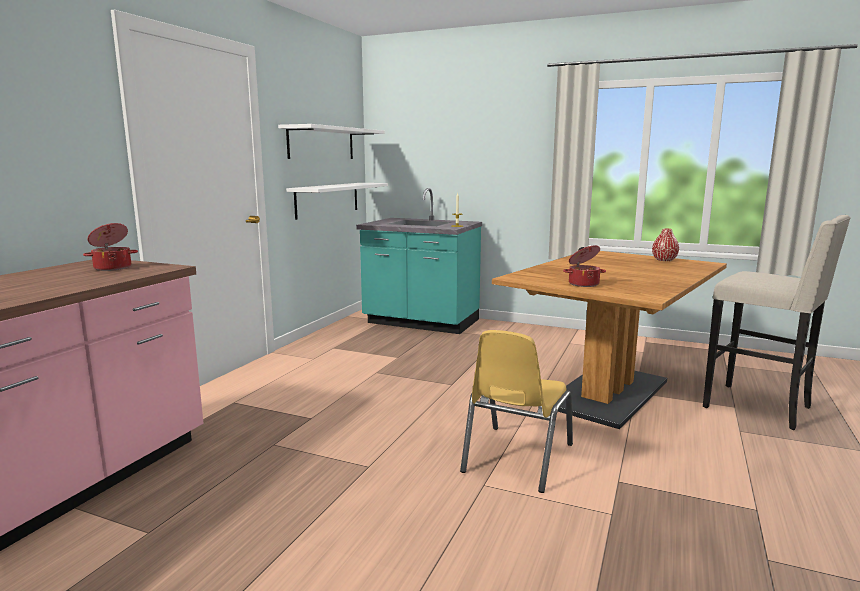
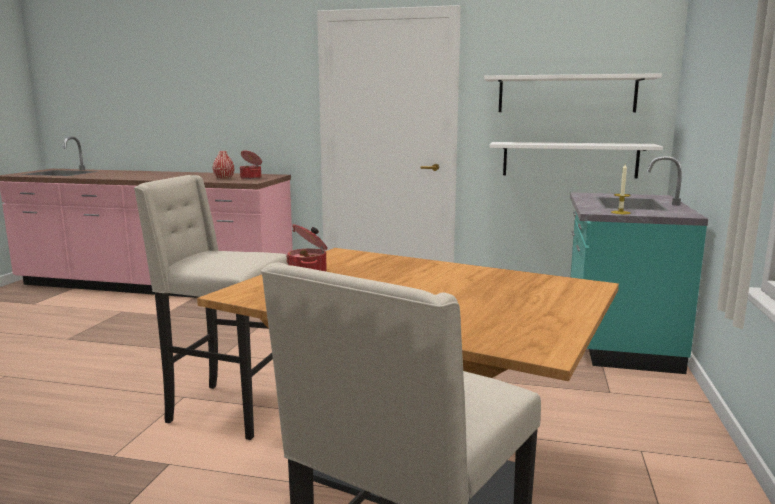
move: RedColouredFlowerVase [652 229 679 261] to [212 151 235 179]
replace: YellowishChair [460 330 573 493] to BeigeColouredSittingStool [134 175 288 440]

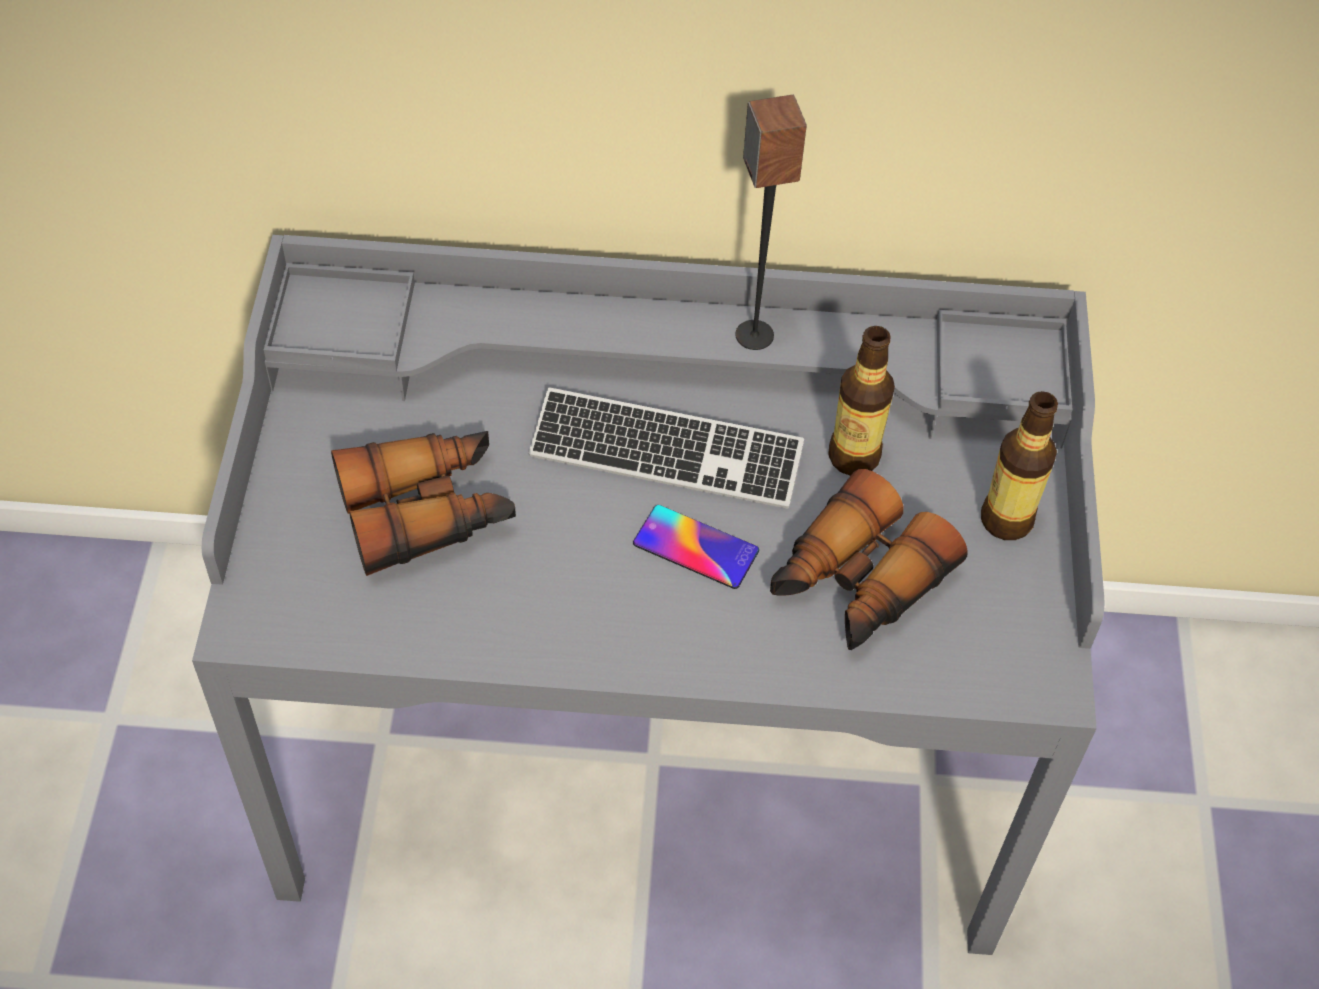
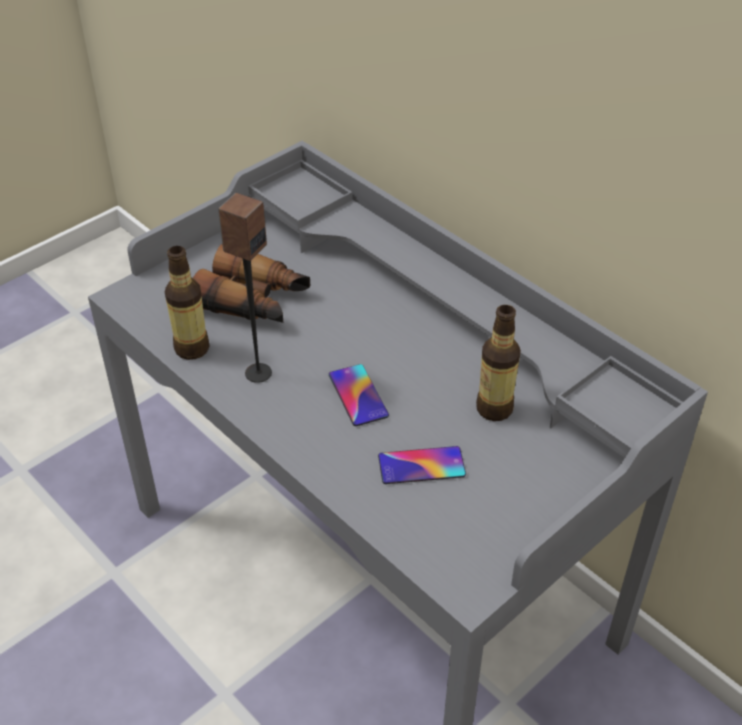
delete: Keyboard [529 388 804 508]
move: Speaker [735 95 807 350] to [218 193 272 383]; Bottle [981 391 1058 540] to [165 246 209 360]
replace: Binoculars [770 469 968 650] to Phone [378 446 466 484]

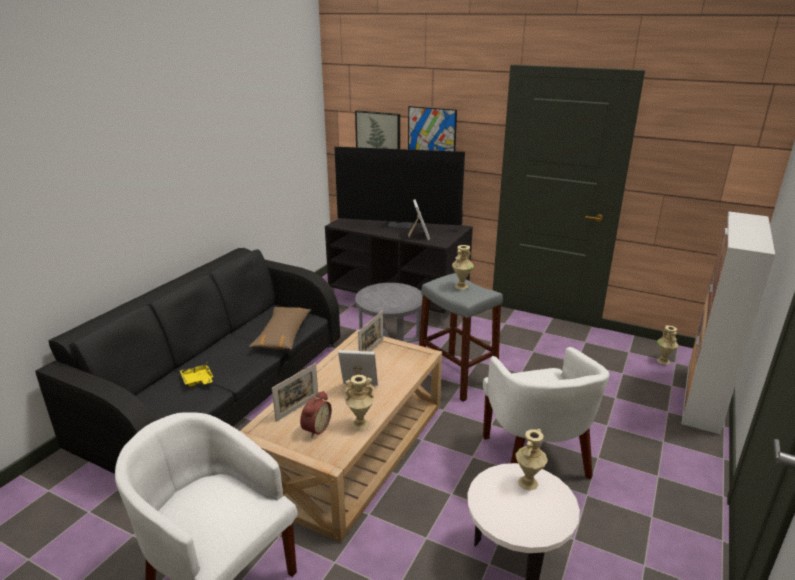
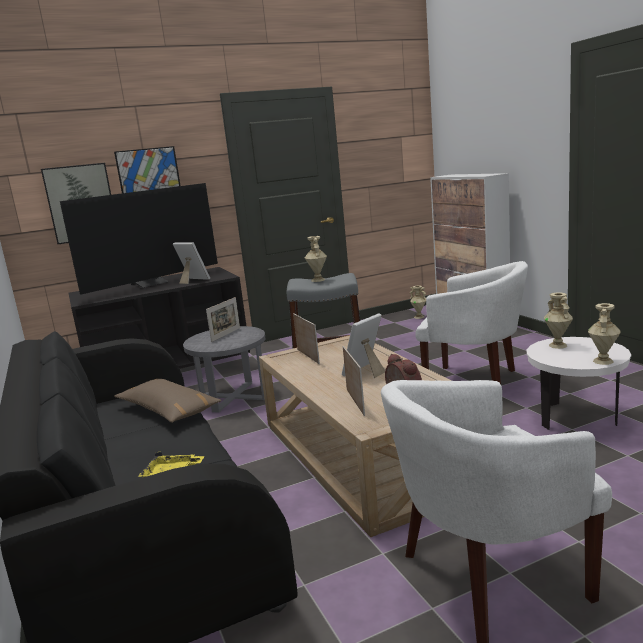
insert: PictureFrame [206 297 240 342]
move: BeigeColouredFlowerVase [344 375 374 430] to [588 303 621 365]

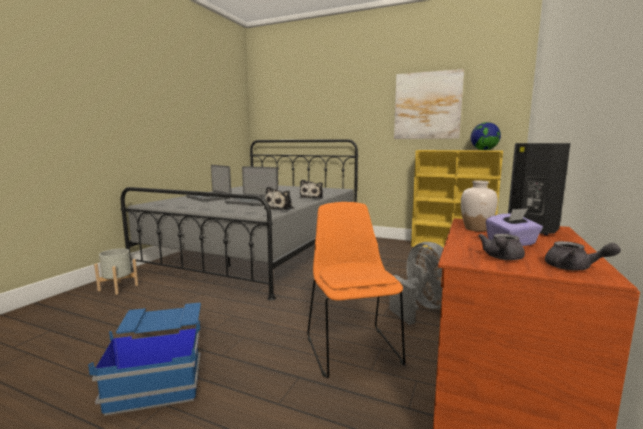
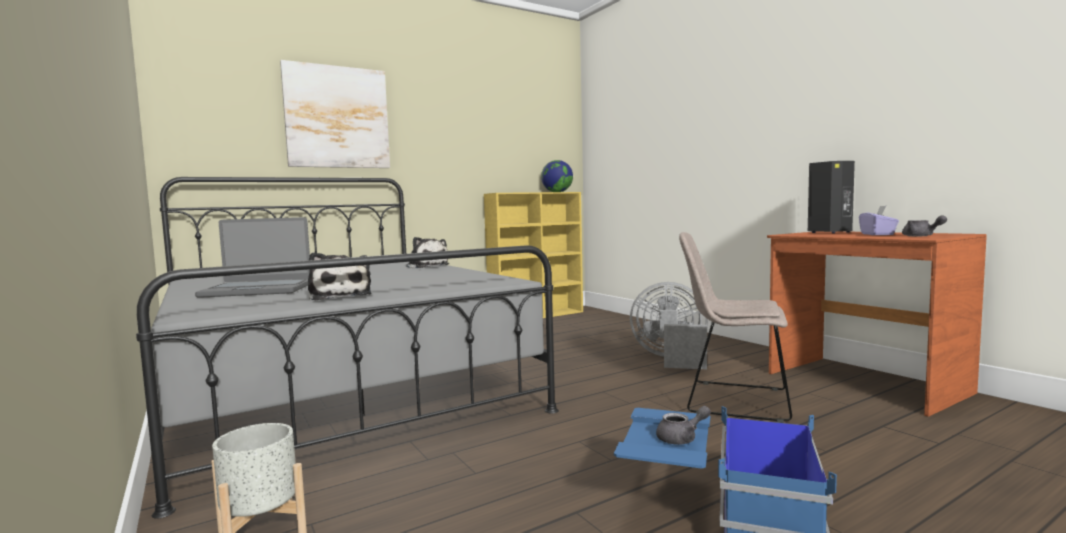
delete: NotebookComputer [225 166 278 206]; WhitishFlowerVase [461 181 498 231]
move: PlushToy [264 187 295 210] to [308 252 372 300]; Picture [394 69 464 139] to [280 60 390 168]; GrayTeaPot [545 241 621 270] to [656 406 711 445]
recolor: OrangeyChair [307 202 405 378] to BeigeColouredChair [679 232 792 423]

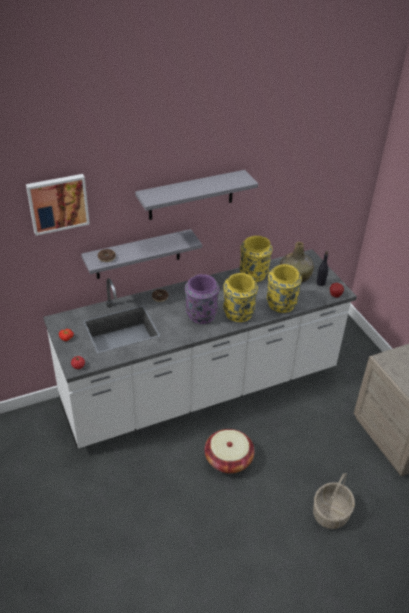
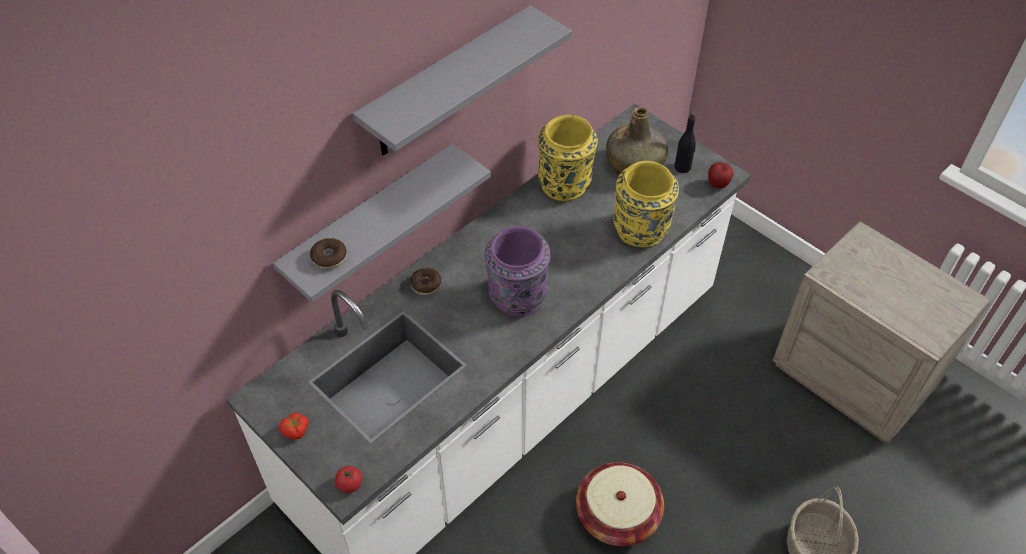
delete: Picture [26 174 90 236]; YellowishFlowerVase [223 273 258 322]

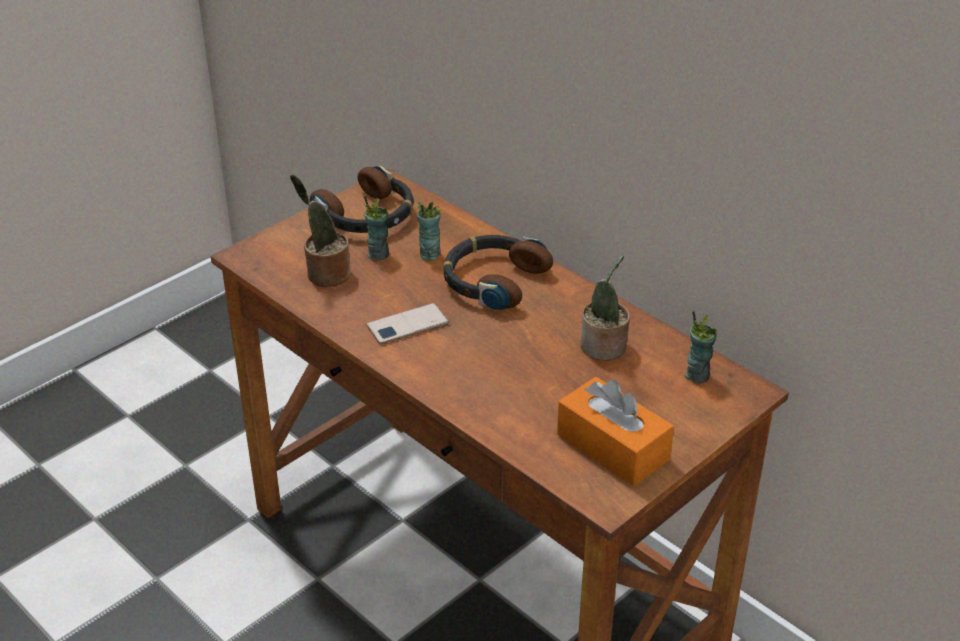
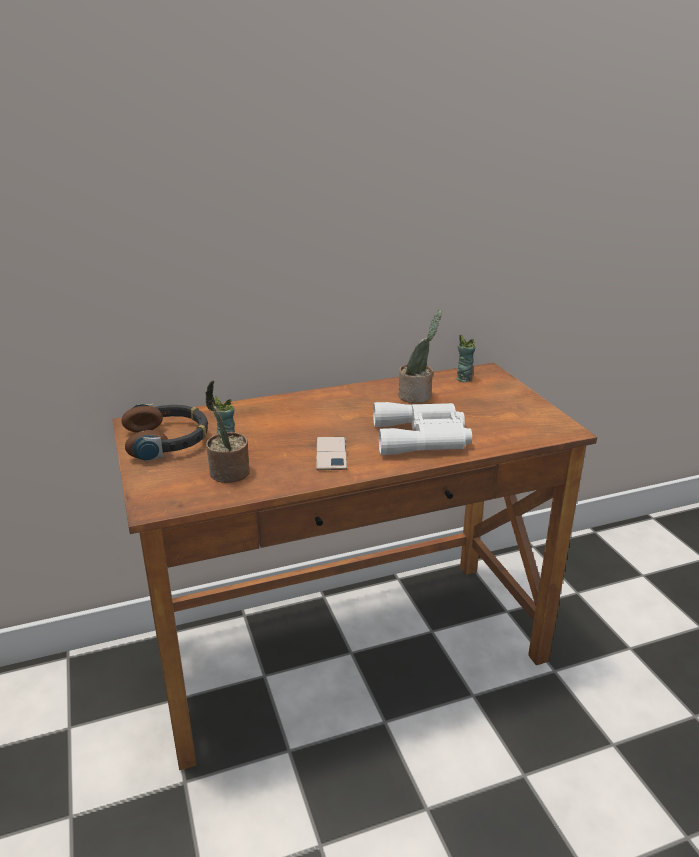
delete: SmallCup [417 202 442 261]; PairOfHeadphones [443 235 553 311]; OrangeyTissueBox [557 377 674 486]
insert: WhitishBinoculars [373 402 472 455]

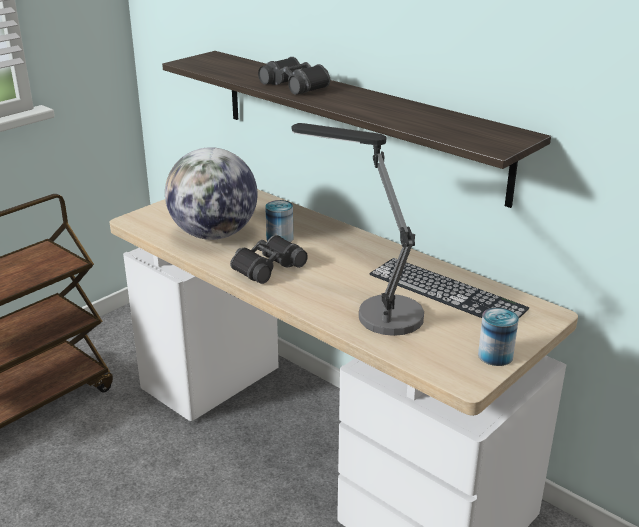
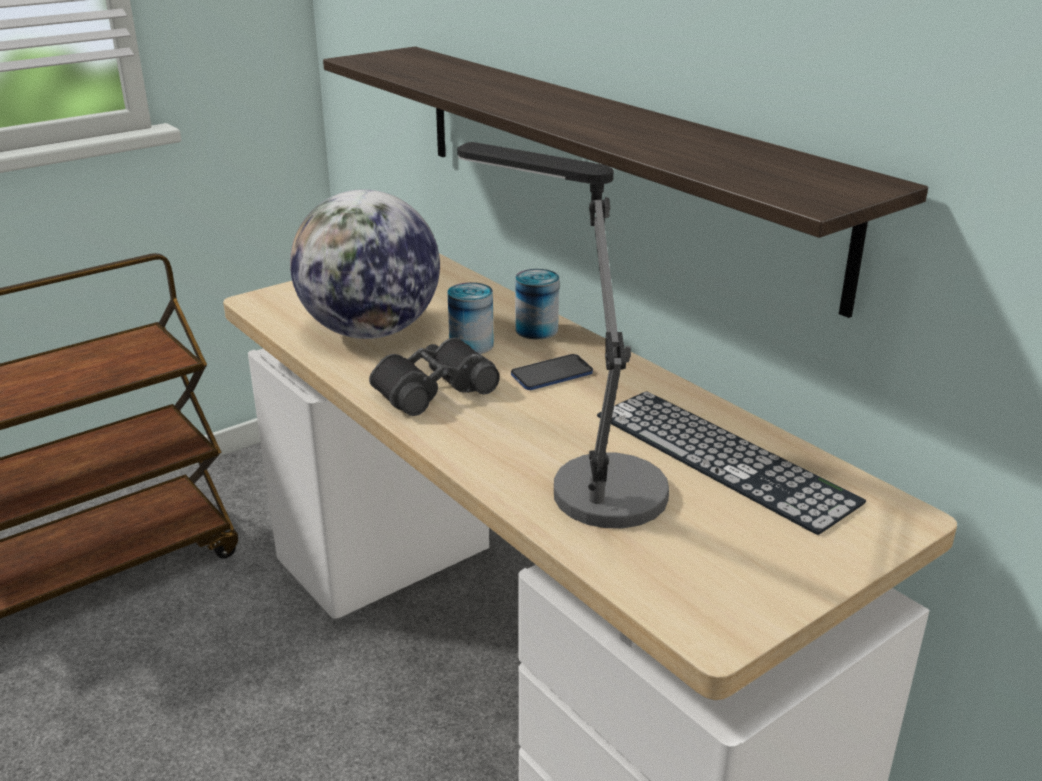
delete: BlackBinoculars [258 57 331 95]
insert: Phone [511 354 593 390]
move: SealedCan [478 307 519 366] to [515 269 559 339]

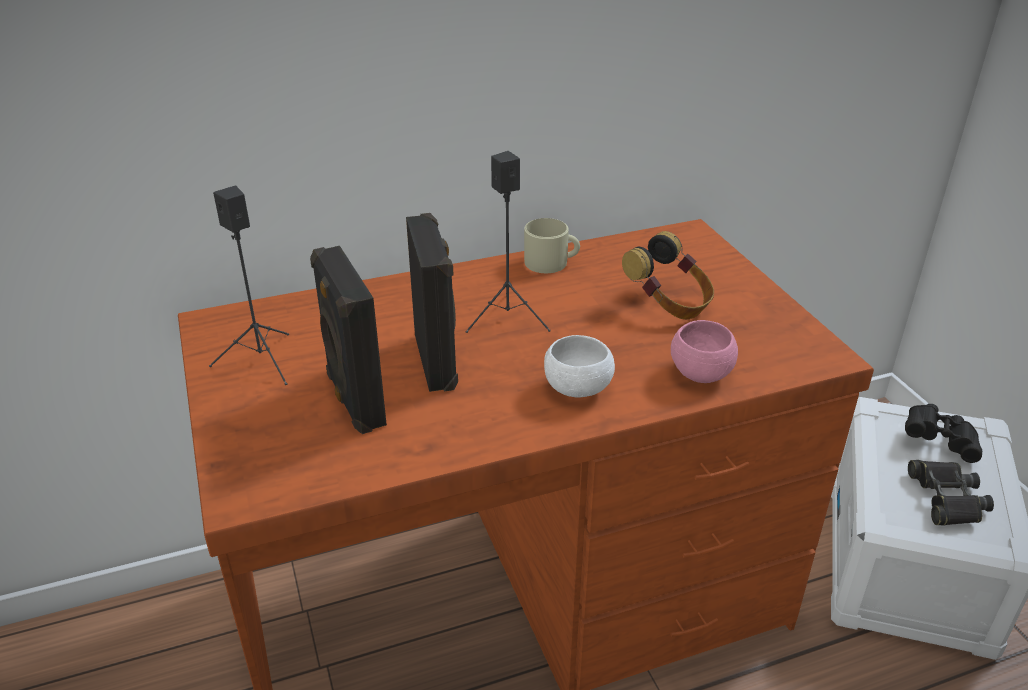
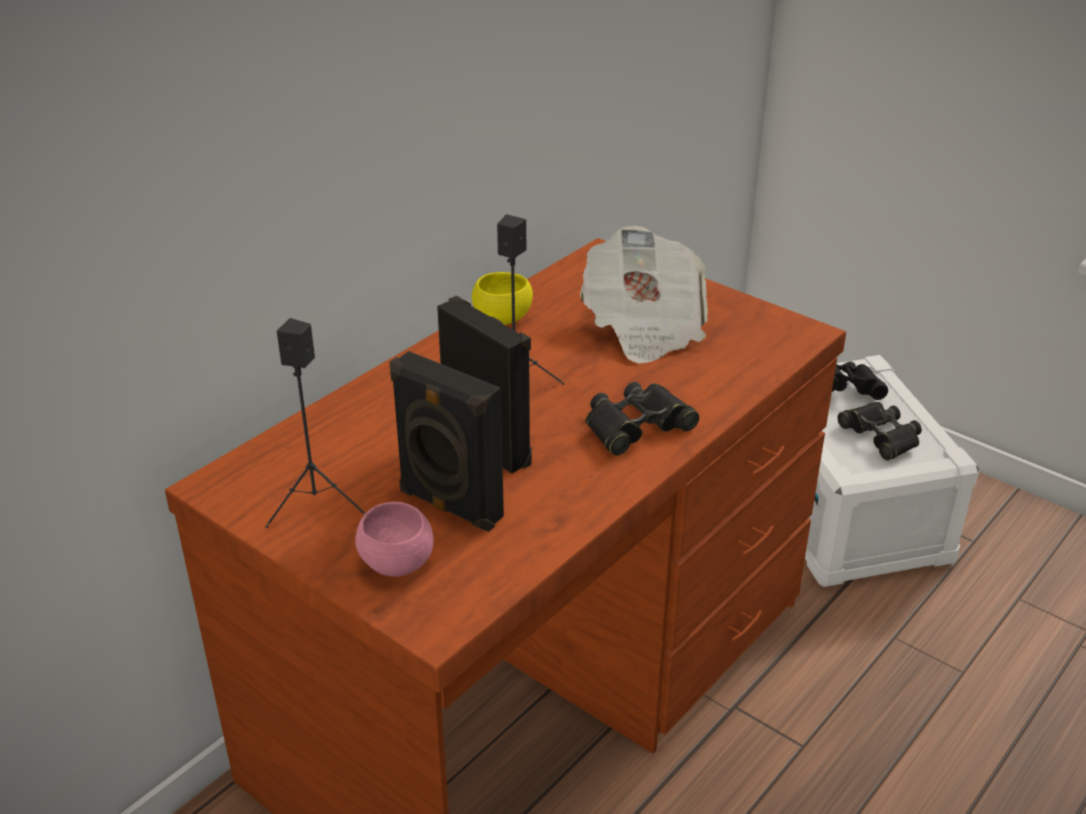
move: PinkColouredBowl [671 320 738 383] to [355 502 434 577]
replace: BeigeColouredCoffeeMug [524 218 580 273] to YellowishBowl [472 272 533 325]; WhitishBowl [544 335 615 397] to BlackBinoculars [585 382 700 455]; PairOfHeadphones [622 231 714 319] to PrintedPaper [580 226 708 364]

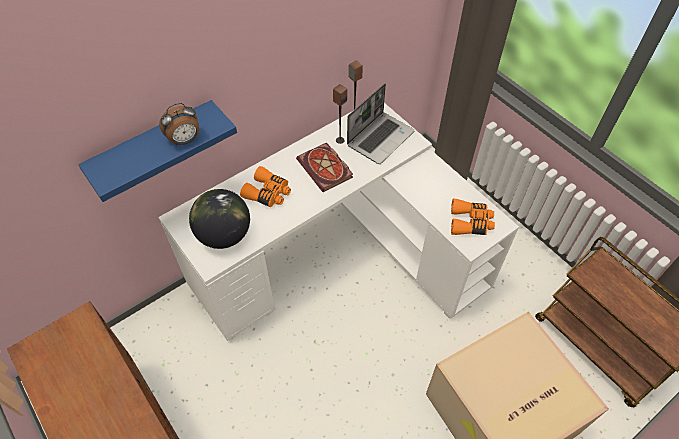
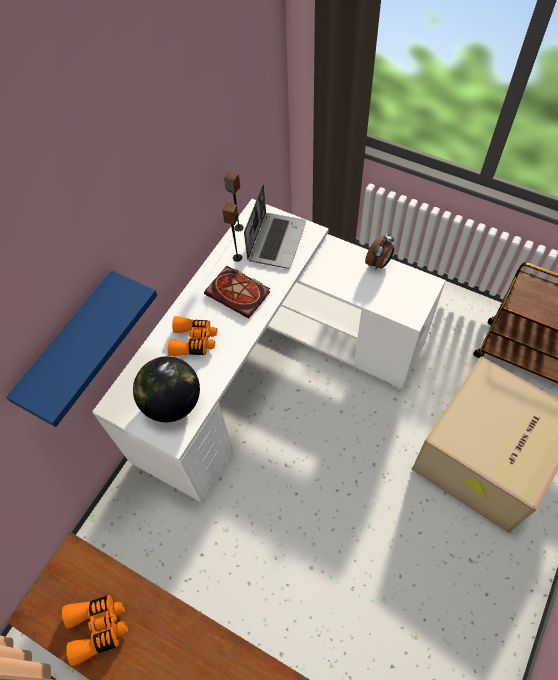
move: TableClock [159 103 199 145] to [365 234 394 270]; OrangeyBinoculars [451 199 495 235] to [62 595 128 666]

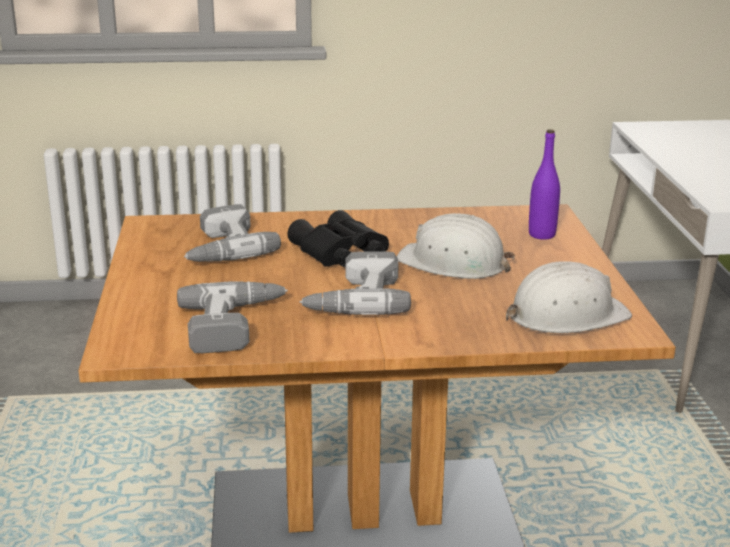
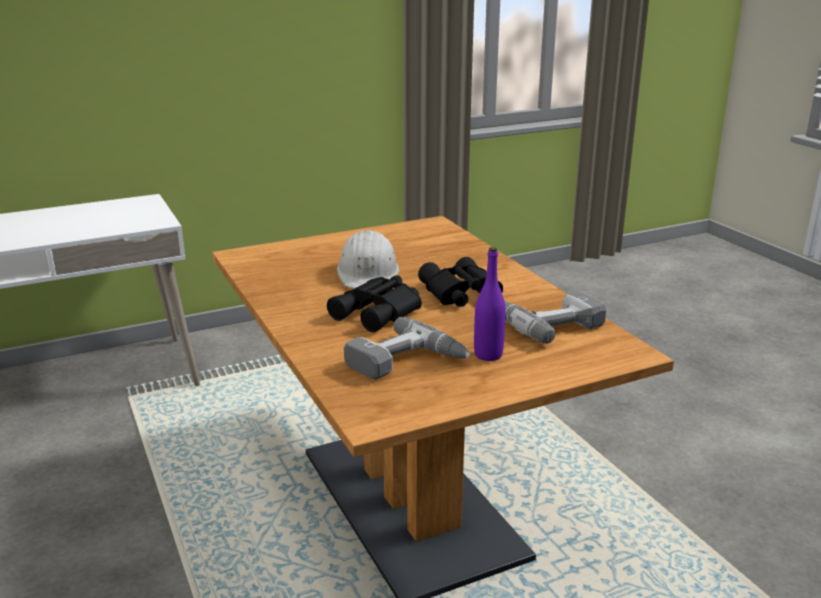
delete: WhitishWorkHelmet [506 261 632 333]
move: PurpleColouredBottle [529 129 560 240] to [474 247 506 361]
replace: ElectricDrill [299 251 411 315] to BlackBinoculars [418 257 503 307]

